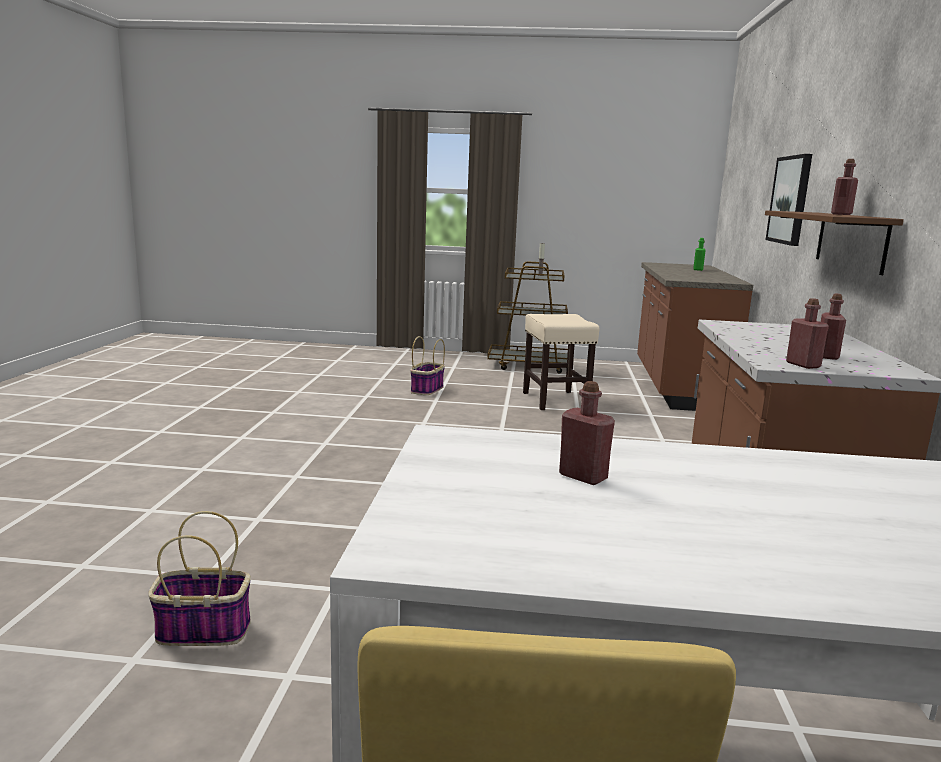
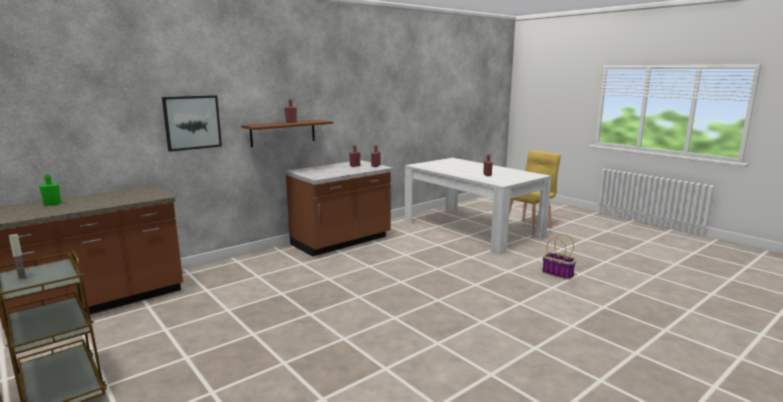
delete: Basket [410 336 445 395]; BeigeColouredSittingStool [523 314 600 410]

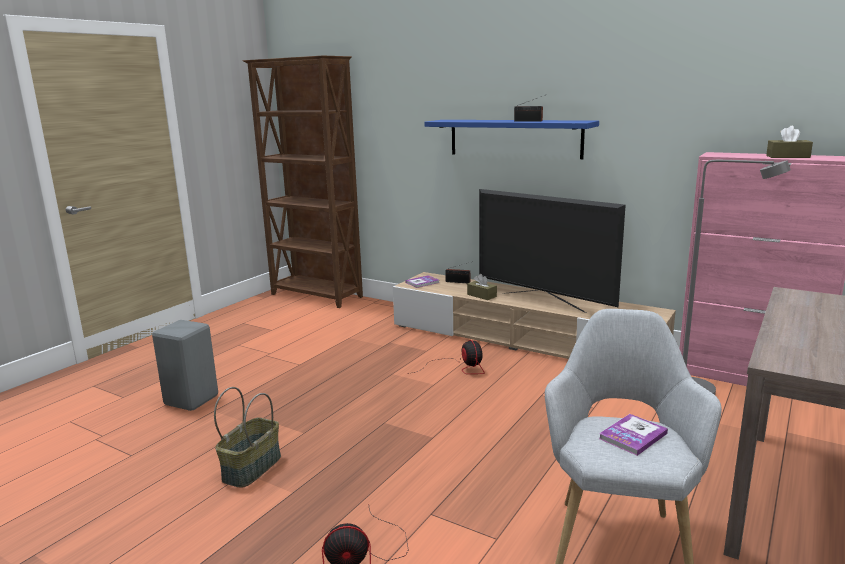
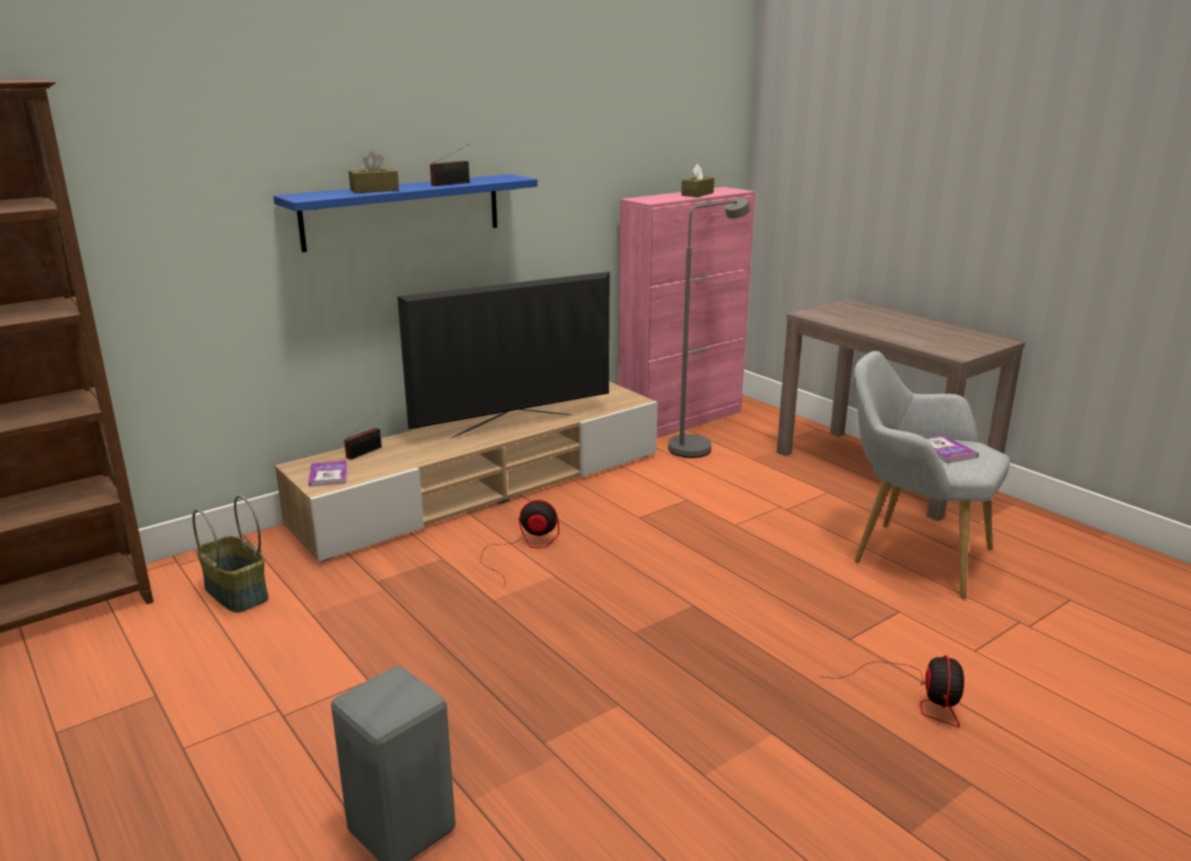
move: Basket [214 387 281 487] to [192 495 268 613]; BrownTissueBox [467 274 497 300] to [349 151 399 193]

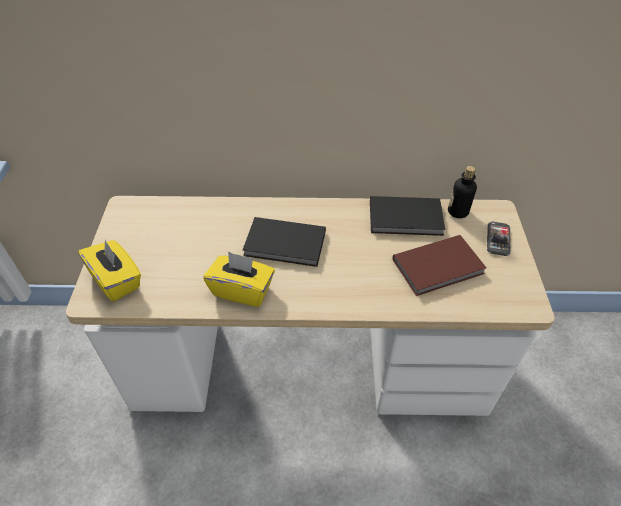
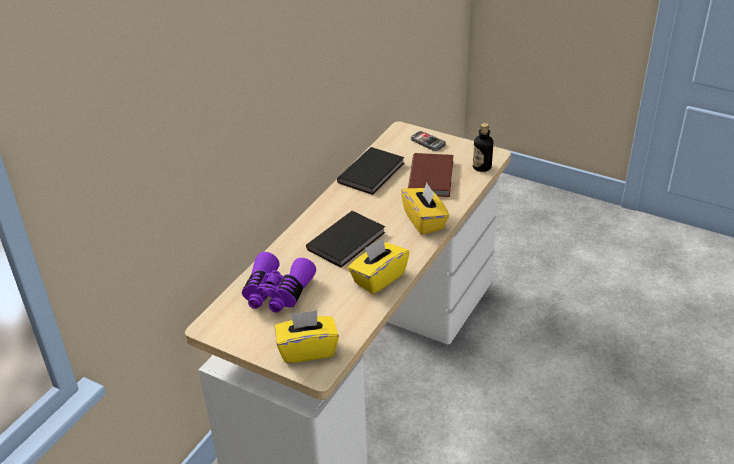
insert: PurpleColouredBinoculars [242 252 316 313]; YellowishTissueBox [401 183 449 235]
move: Bottle [448 166 477 218] to [473 123 493 172]

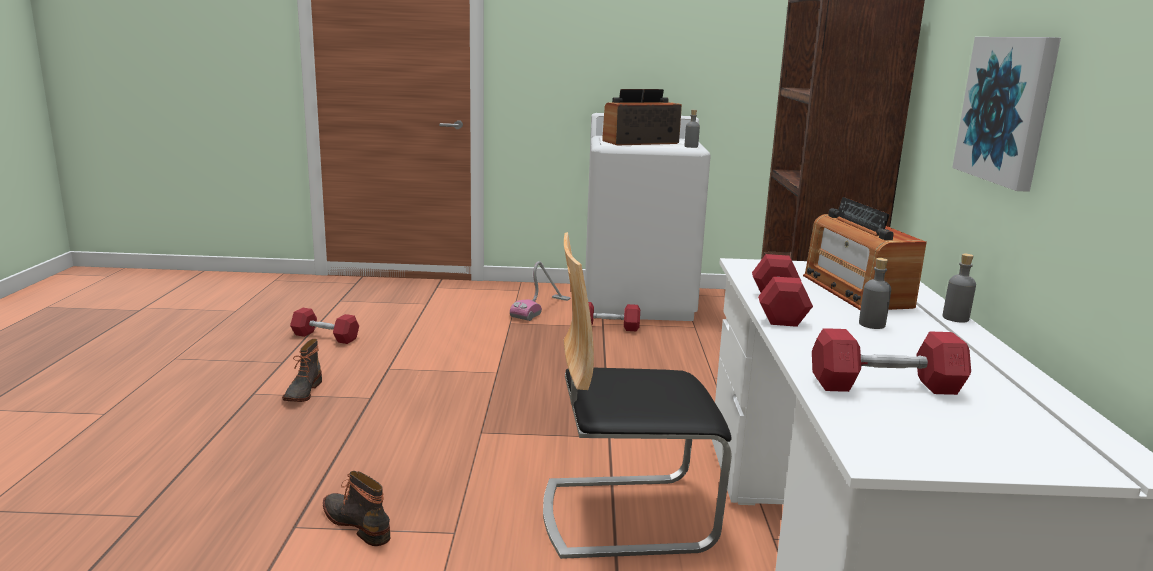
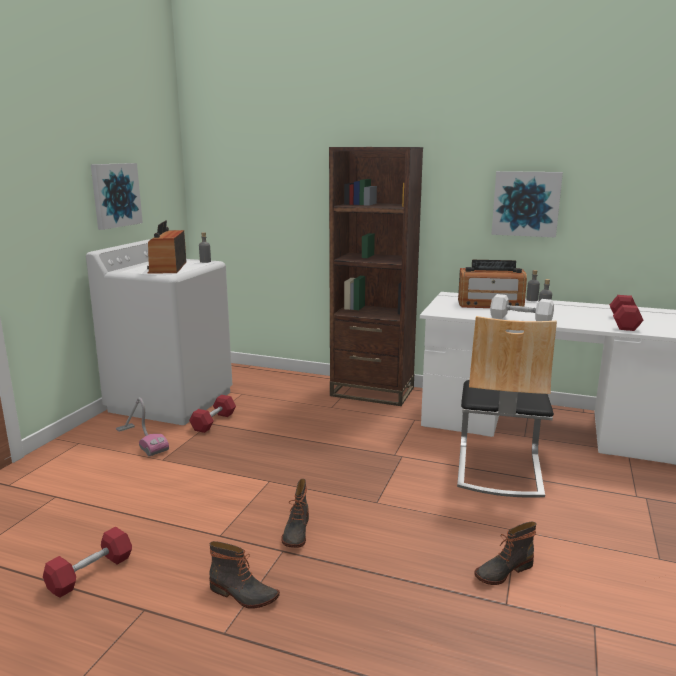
insert: Picture [91 163 143 230]; TallBoot [281 479 309 548]
recolor: RedColouredDumbbell [752 254 813 327] to WhitishDumbbell [490 294 554 321]

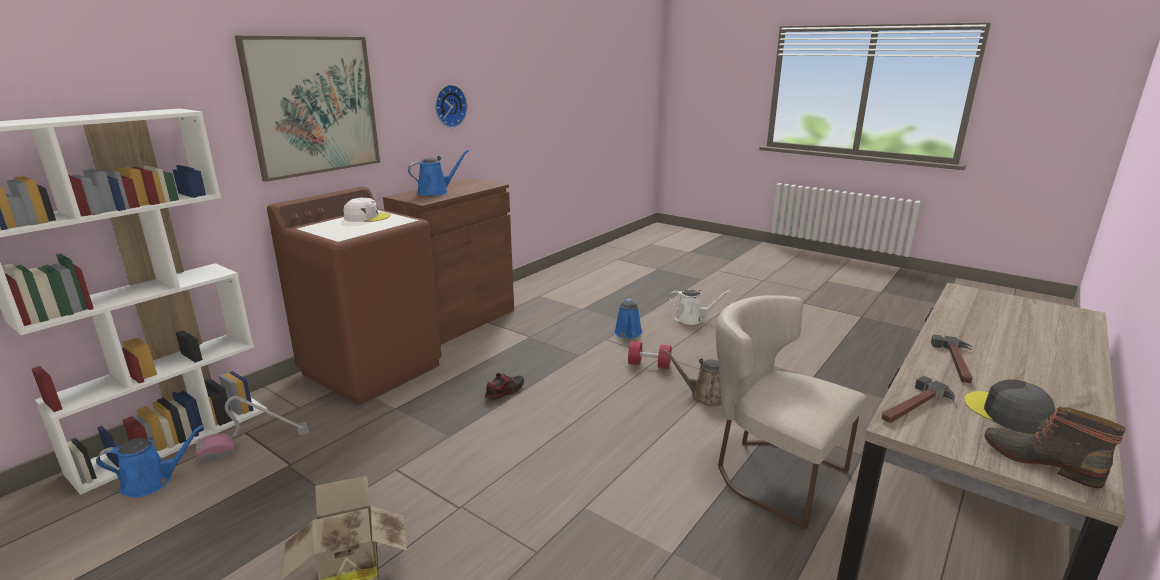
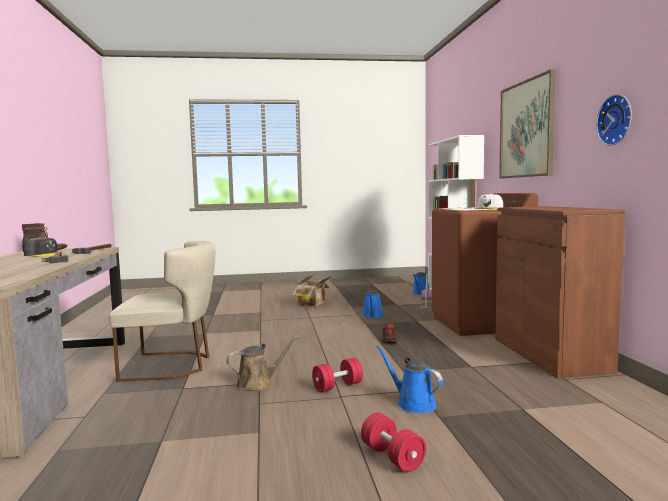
move: BluishWateringPot [408 150 469 196] to [362 290 384 318]
replace: WhitishWateringPot [669 289 731 325] to RedColouredDumbbell [361 413 426 472]

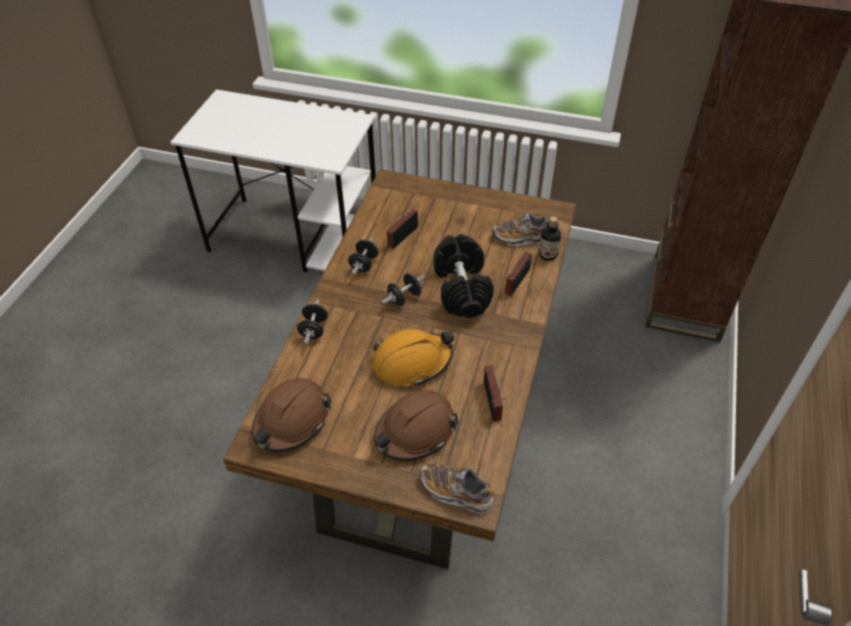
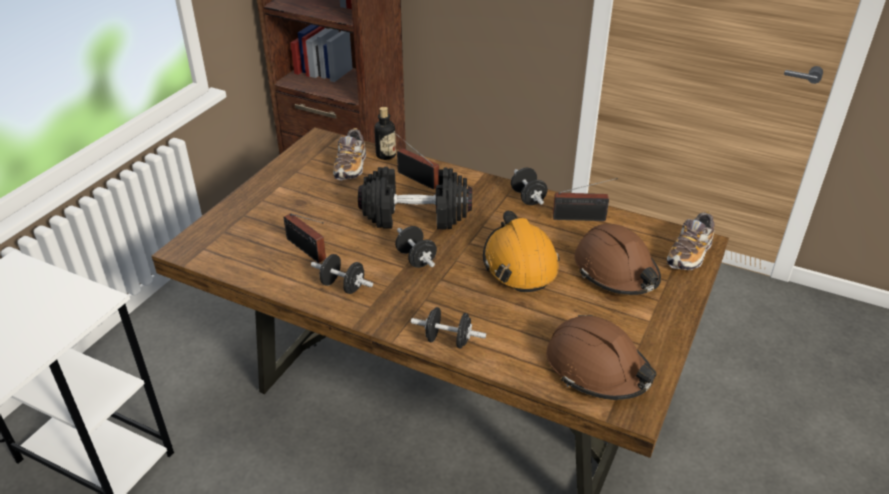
insert: BlackDumbbell [511 168 548 205]

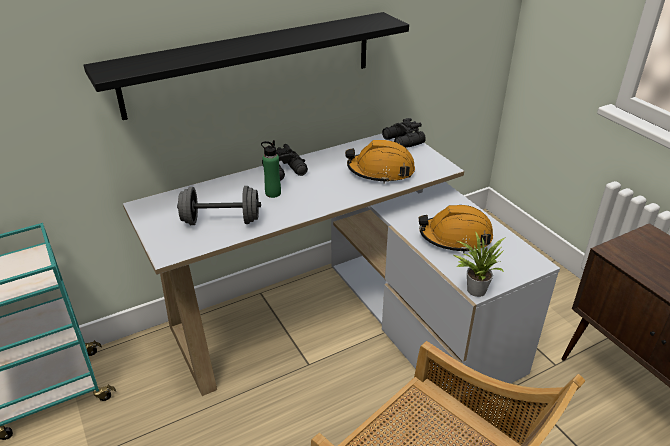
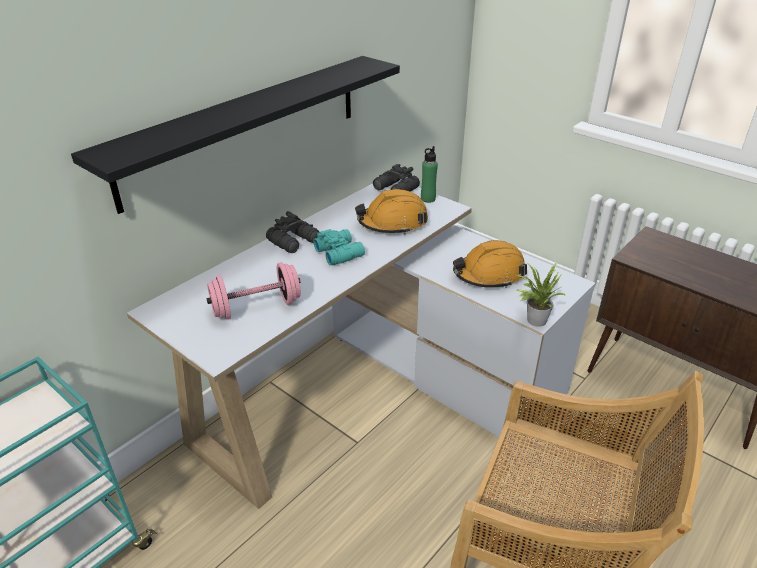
insert: TurquoiseColouredBinoculars [313 229 365 266]
move: GreenishBottle [261 140 281 198] to [421 146 438 203]
recolor: GrayDumbbell [177 186 261 225] to PinkColouredDumbbell [206 262 301 320]

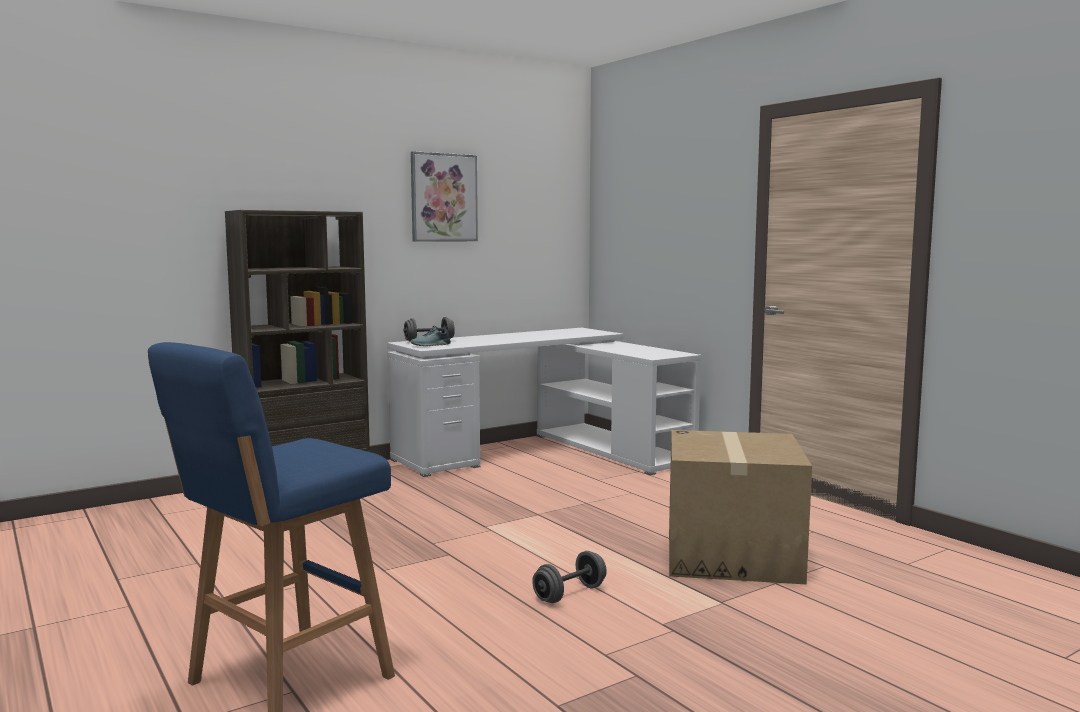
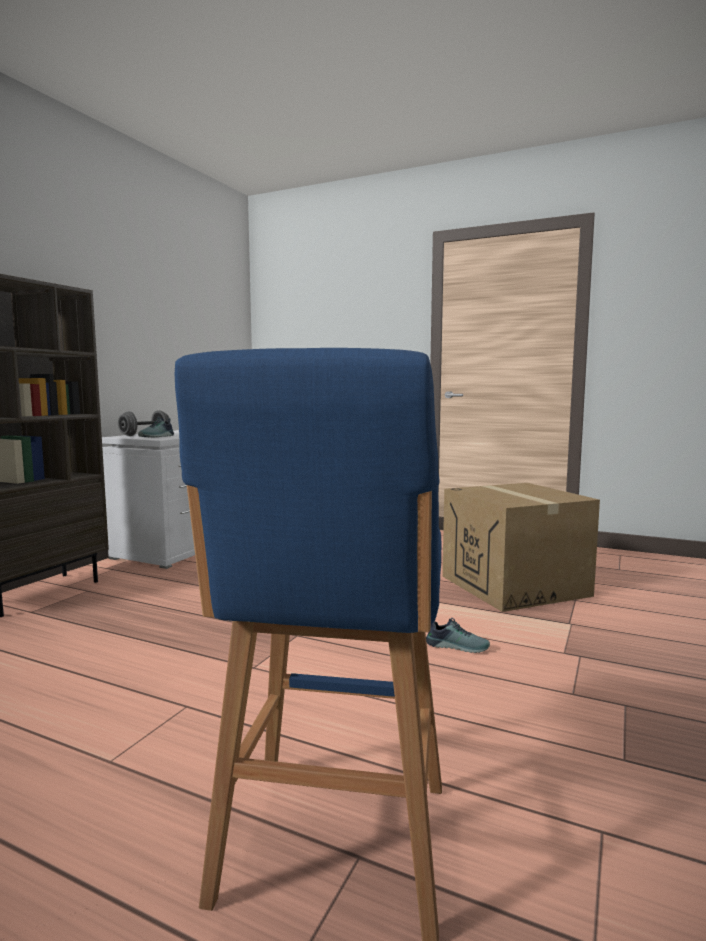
delete: Picture [411 151 478 242]
replace: GrayDumbbell [532 551 607 603] to ItemOfFootwear [426 618 490 653]

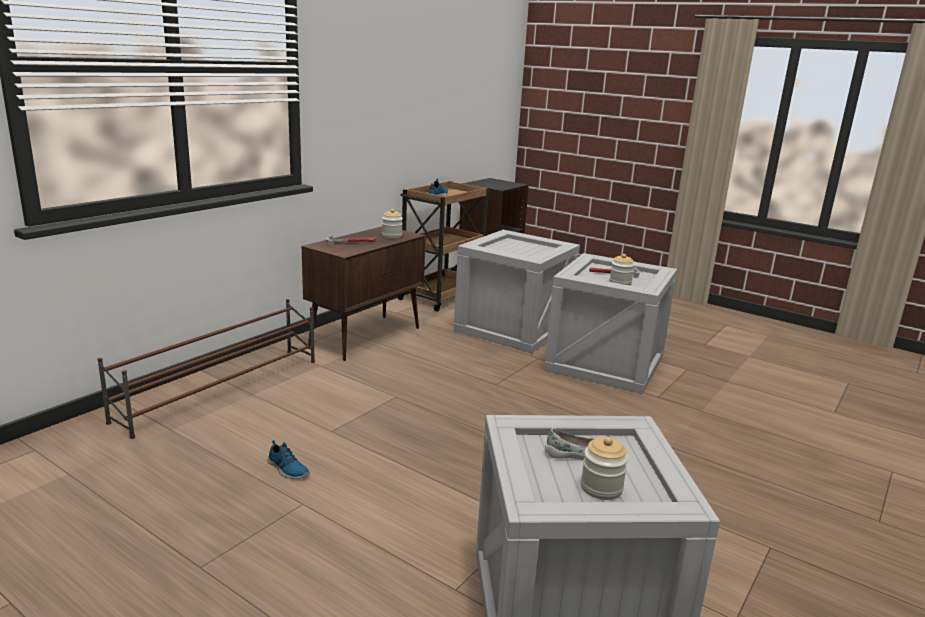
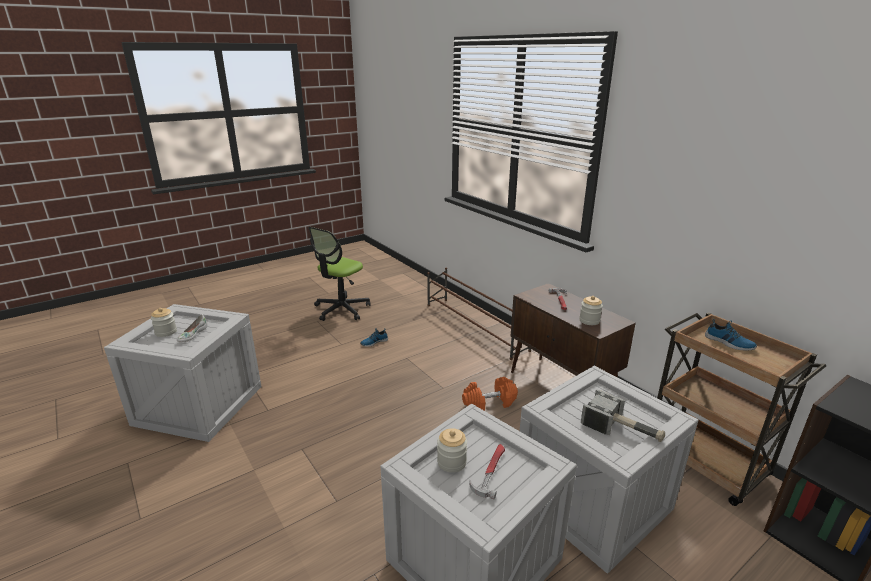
insert: OfficeChair [309 227 370 321]; OrangeyDumbbell [462 377 518 411]; Hammer [581 390 665 442]

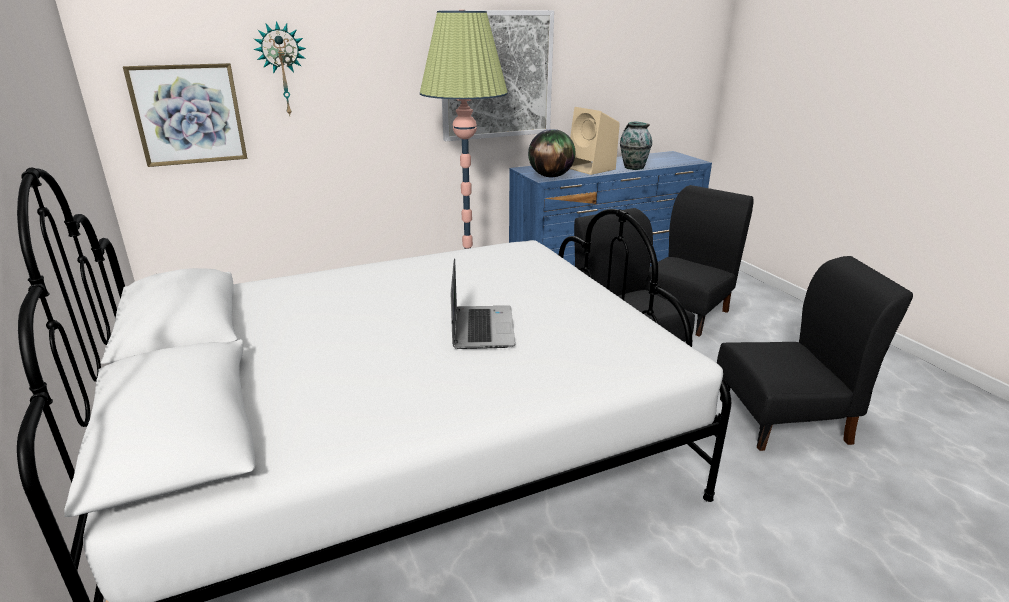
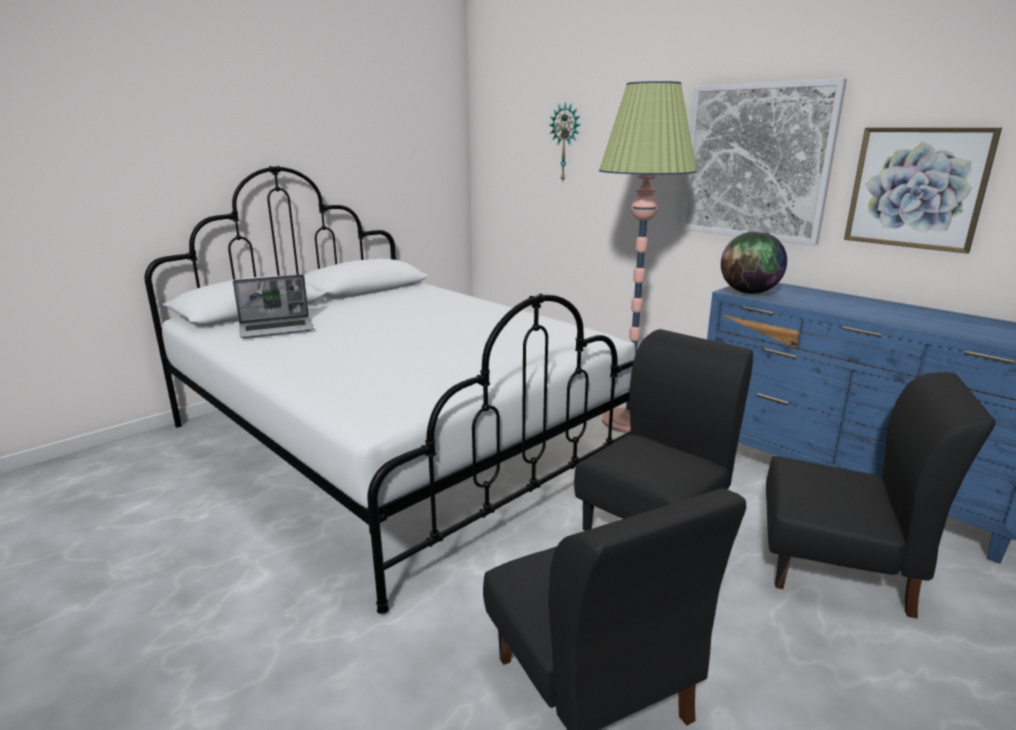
delete: BeigeColouredSpeaker [570 107 620 175]; FlowerVase [620 122 652 170]
move: Picture [123 63 247 167] to [844 127 1002 254]; NotebookComputer [451 258 515 349] to [233 275 314 338]

